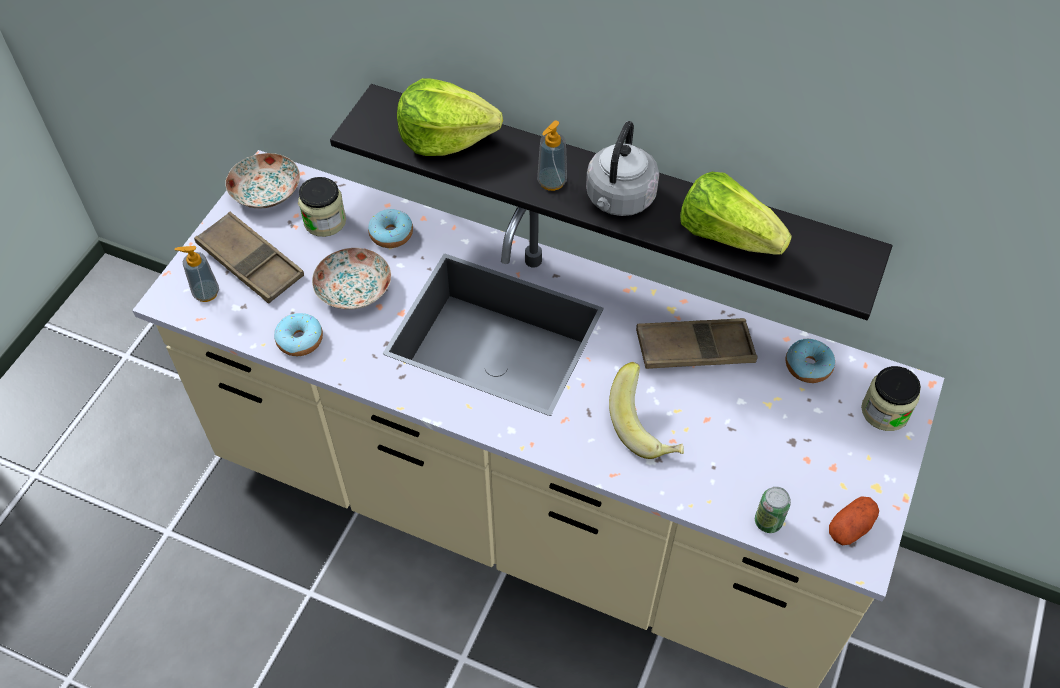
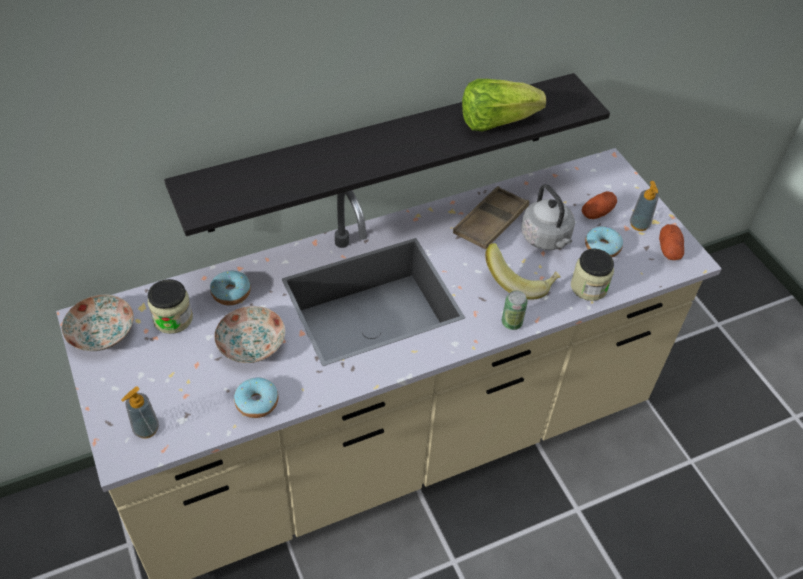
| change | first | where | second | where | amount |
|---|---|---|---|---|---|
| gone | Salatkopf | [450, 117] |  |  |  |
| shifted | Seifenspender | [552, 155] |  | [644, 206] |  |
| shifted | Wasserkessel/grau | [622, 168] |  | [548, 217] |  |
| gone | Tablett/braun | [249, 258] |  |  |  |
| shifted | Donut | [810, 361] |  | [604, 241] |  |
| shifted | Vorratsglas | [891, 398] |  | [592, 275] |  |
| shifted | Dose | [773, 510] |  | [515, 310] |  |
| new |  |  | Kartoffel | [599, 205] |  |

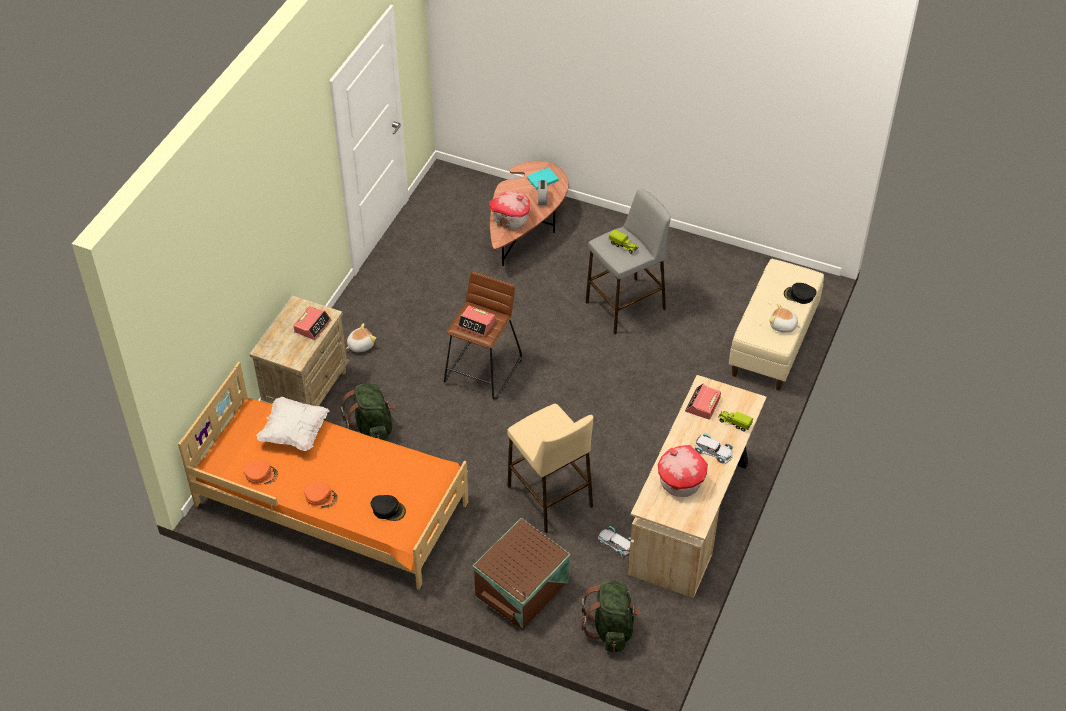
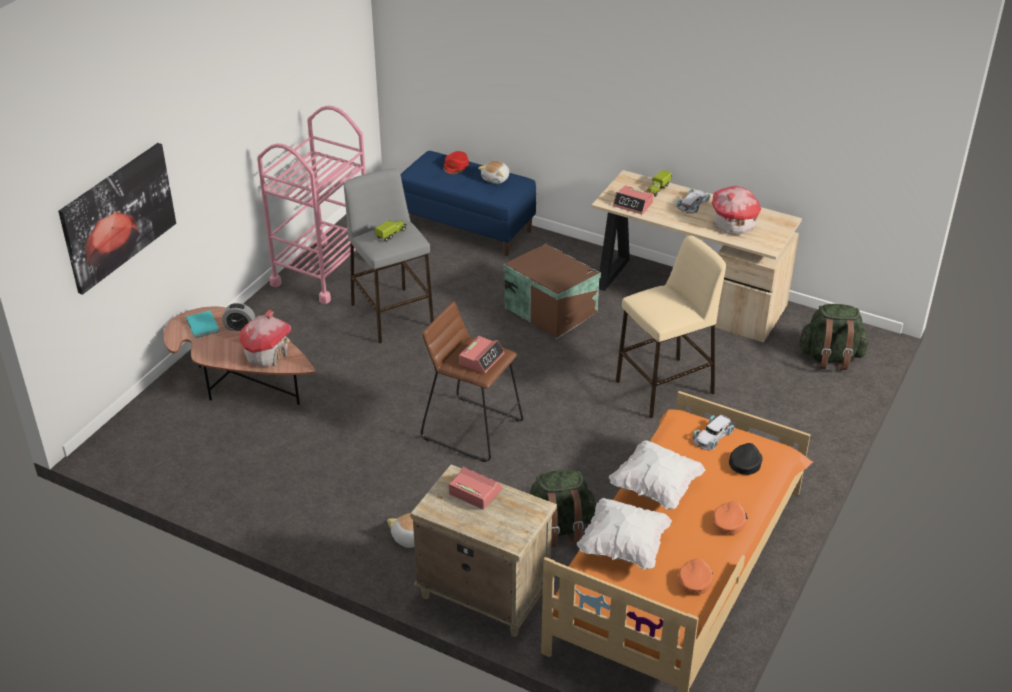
| change | first | where | second | where | amount |
|---|---|---|---|---|---|
| repainted | Bank/beige | [776, 325] | Bank/blau | [468, 203] |  |
| repainted | Kappe/schwarz | [800, 293] | Kappe/rot | [456, 162] |  |
| shifted | Aufbewahrungsbox/braun | [522, 574] |  | [552, 291] |  |
| shifted | Spielzeugauto/weiß | [614, 541] |  | [713, 433] |  |
| new |  |  | Rollwagen/rosa | [311, 205] |  |
| new |  |  | Bild | [117, 219] |  |
| new |  |  | Kissen/weiß | [657, 475] |  |

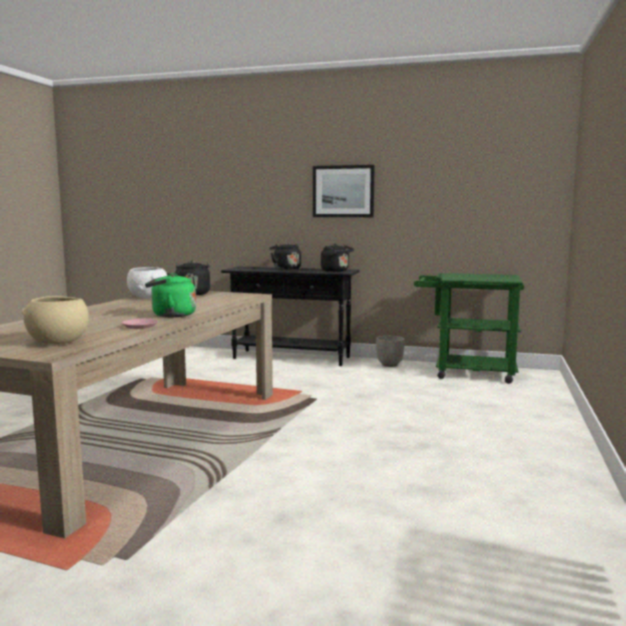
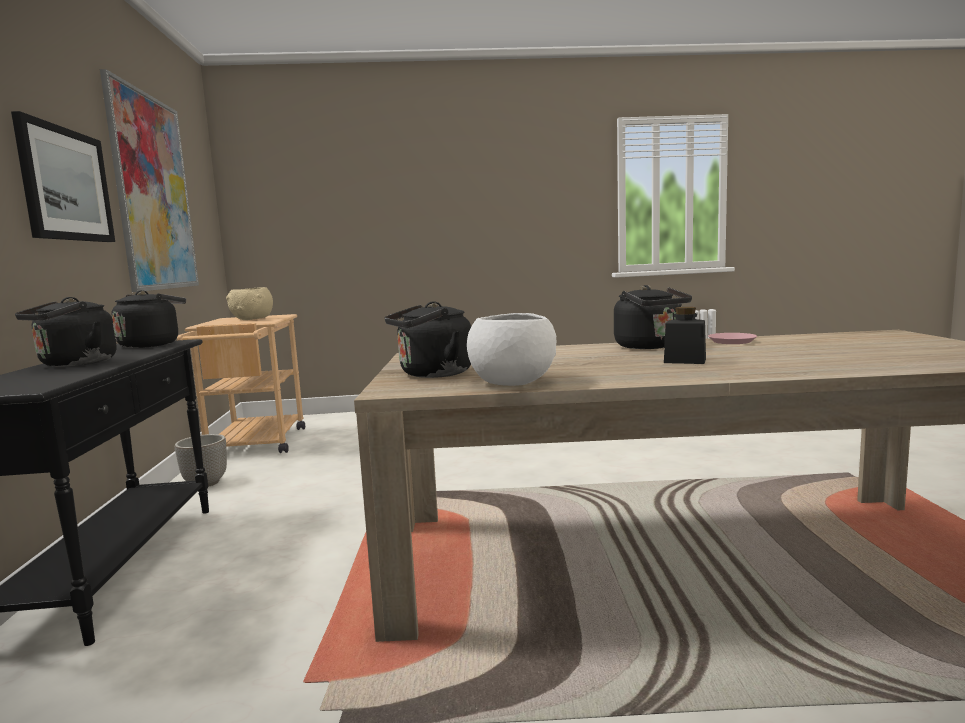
| change | first | where | second | where | amount |
|---|---|---|---|---|---|
| repainted | Wasserkessel/grün | [170, 295] | Wasserkessel/schwarz | [653, 317] |  |
| repainted | Rollwagen/grün | [469, 328] | Rollwagen/beige | [241, 383] |  |
| shifted | Schüssel/beige | [55, 320] |  | [249, 303] |  |
| new |  |  | Bild | [149, 180] |  |
| new |  |  | Vorratsglas/schwarz | [685, 335] |  |

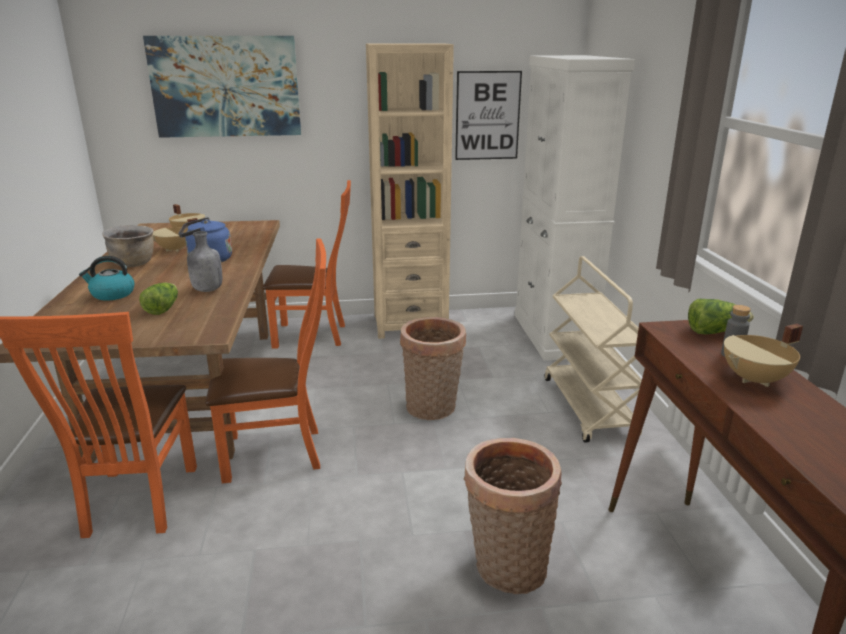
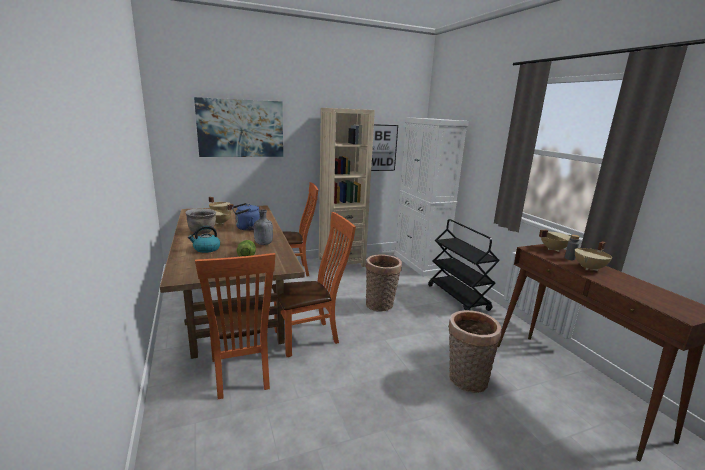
| change | first | where | second | where | amount |
|---|---|---|---|---|---|
| repainted | Rollwagen/beige | [593, 349] | Rollwagen/schwarz | [464, 265] |  |
| swapped | Salatkopf | [721, 316] | Kochtopf/beige | [555, 241] |  |

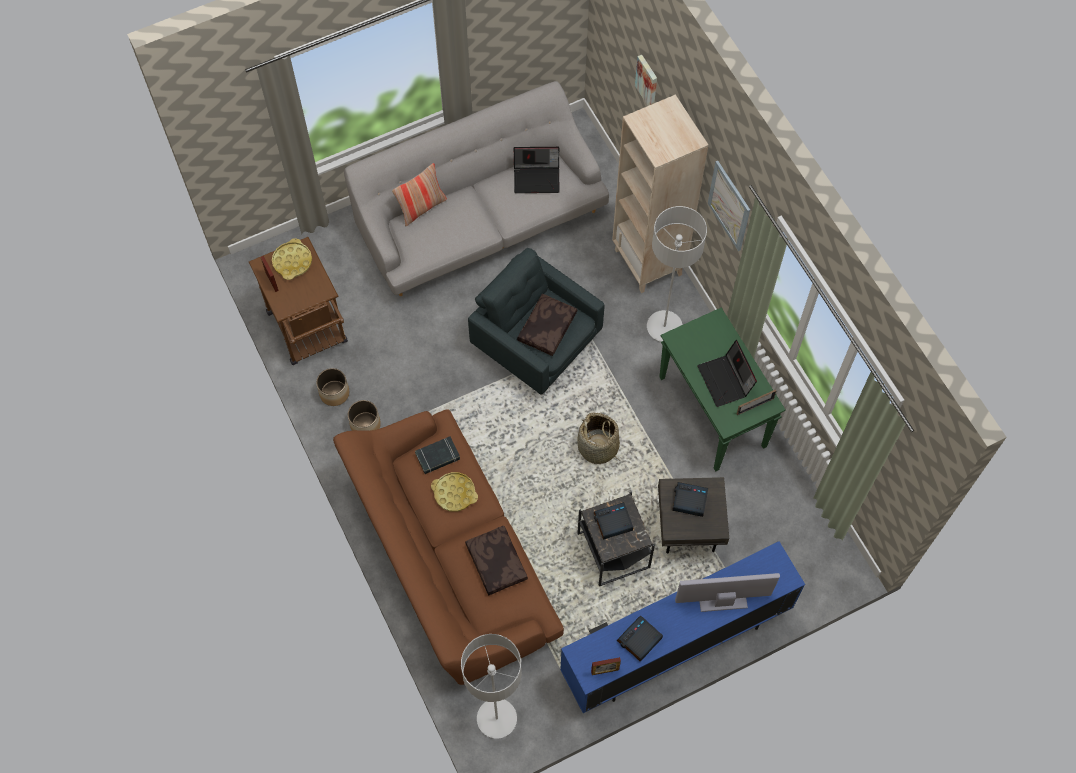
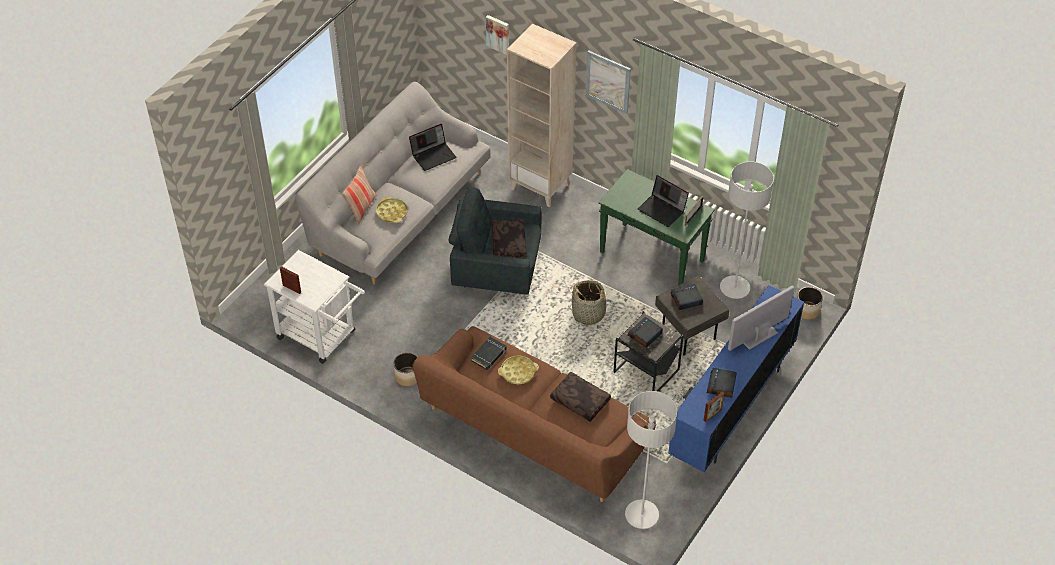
| change | first | where | second | where | amount |
|---|---|---|---|---|---|
| shifted | Stehlampe/grau | [677, 274] |  | [747, 230] |  |
| repainted | Rollwagen/braun | [298, 301] | Rollwagen/weiß | [314, 307] |  |
| shifted | Tablett/gelb | [292, 259] |  | [392, 209] |  |
| shifted | Pflanzkübel | [332, 387] |  | [810, 303] |  |

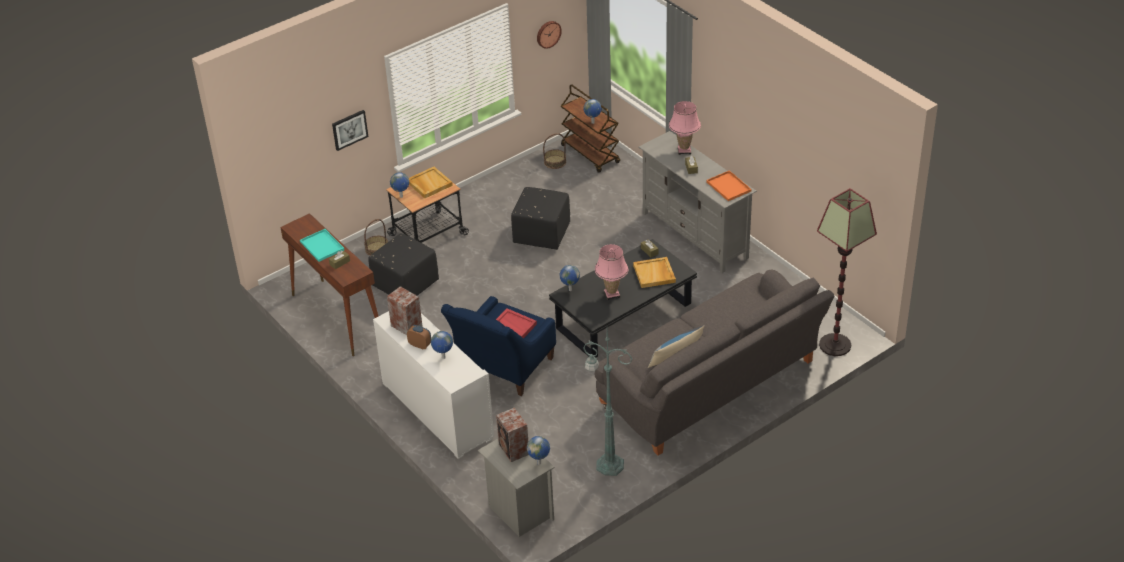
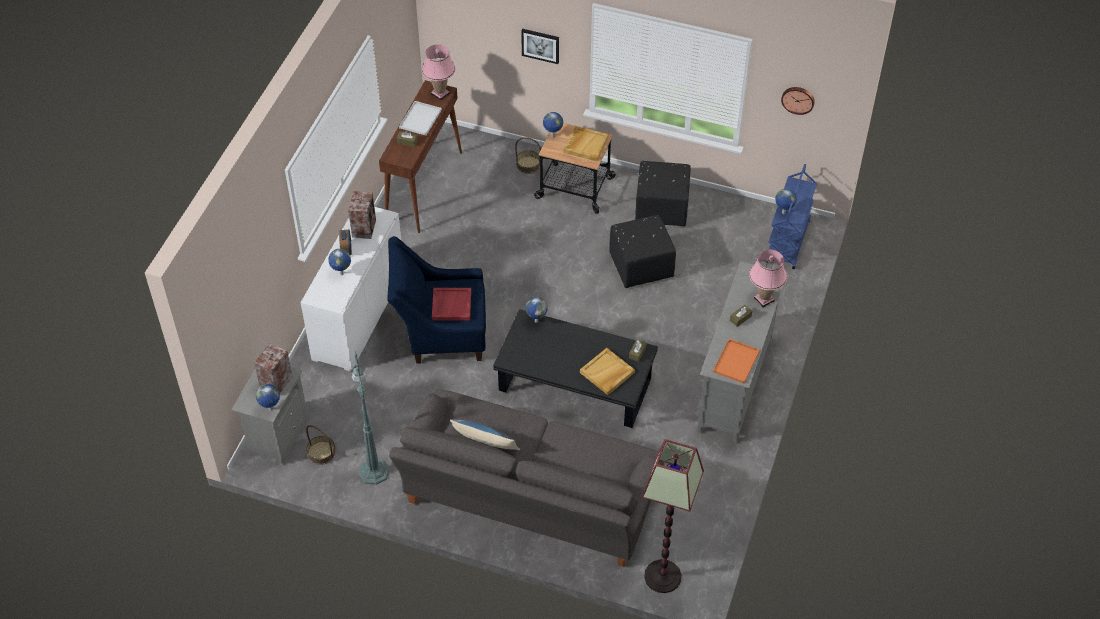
| change | first | where | second | where | amount |
|---|---|---|---|---|---|
| repainted | Rollwagen/braun | [590, 128] | Rollwagen/blau | [792, 216] |  |
| shifted | Korb | [554, 151] |  | [321, 445] |  |
| repainted | Tablett/türkis | [322, 245] | Tablett/weiß | [420, 118] |  |
| shifted | Polsterhocker/schwarz | [403, 264] |  | [662, 193] |  |
| shifted | Tischlampe/rosa | [612, 272] |  | [438, 72] |  |

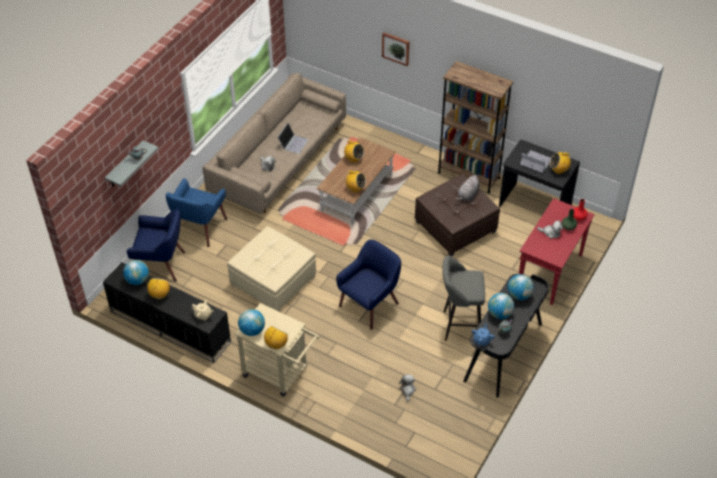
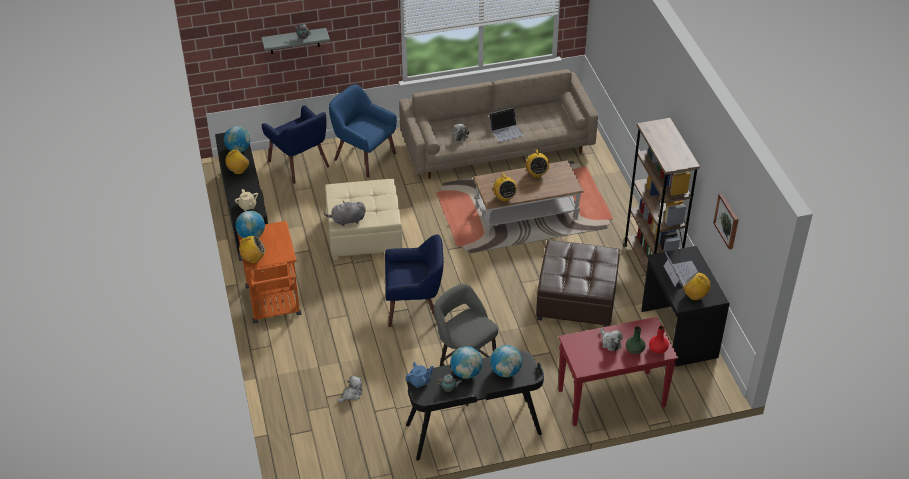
| change | first | where | second | where | amount |
|---|---|---|---|---|---|
| shifted | Bild | [396, 49] |  | [726, 221] |  |
| shifted | Plüschtier/grau | [467, 188] |  | [345, 213] |  |
| rotated | Sessel/blau | [196, 212] |  | [363, 131] | 60 degrees clockwise |
| repainted | Rollwagen/beige | [277, 350] | Rollwagen/orange | [269, 272] |  |

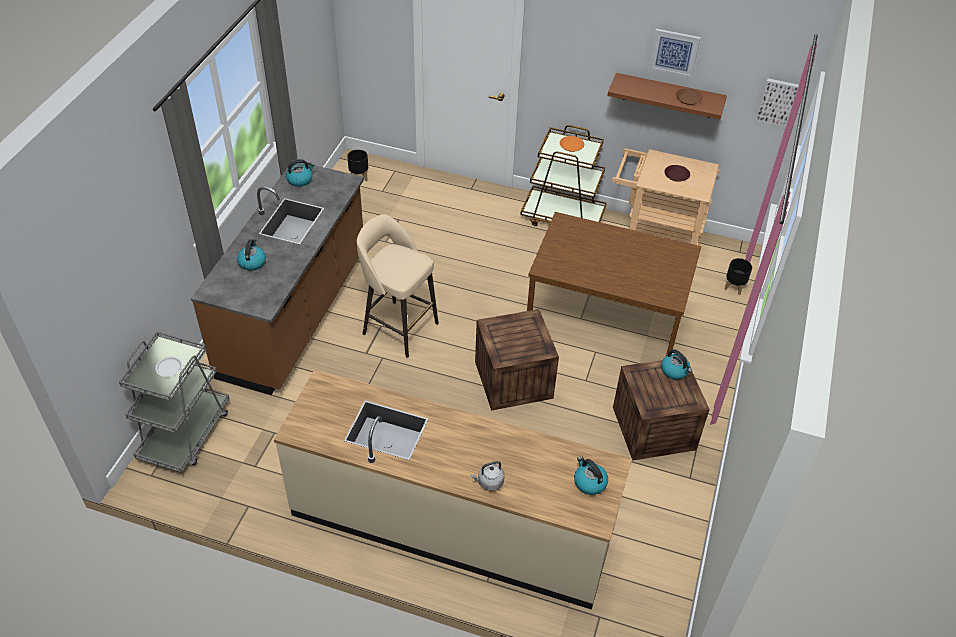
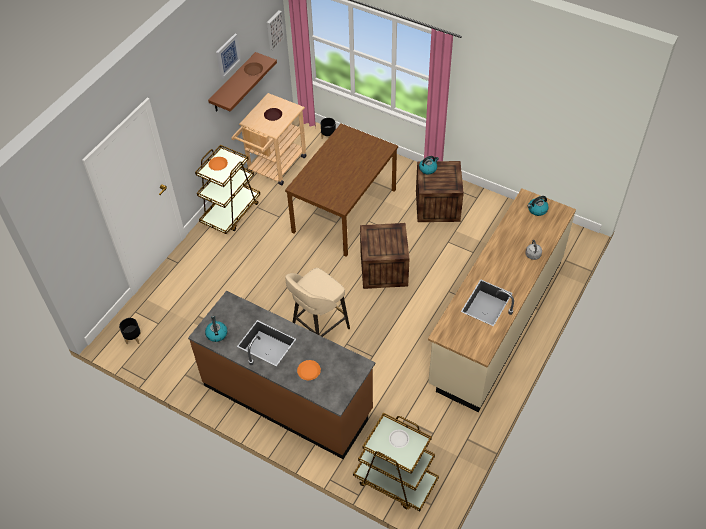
| change | first | where | second | where | amount |
|---|---|---|---|---|---|
| swapped | Wasserkessel | [251, 255] | Teller/orange | [309, 370] |  |
| repainted | Rollwagen/grau | [174, 402] | Rollwagen/braun | [396, 461] |  |

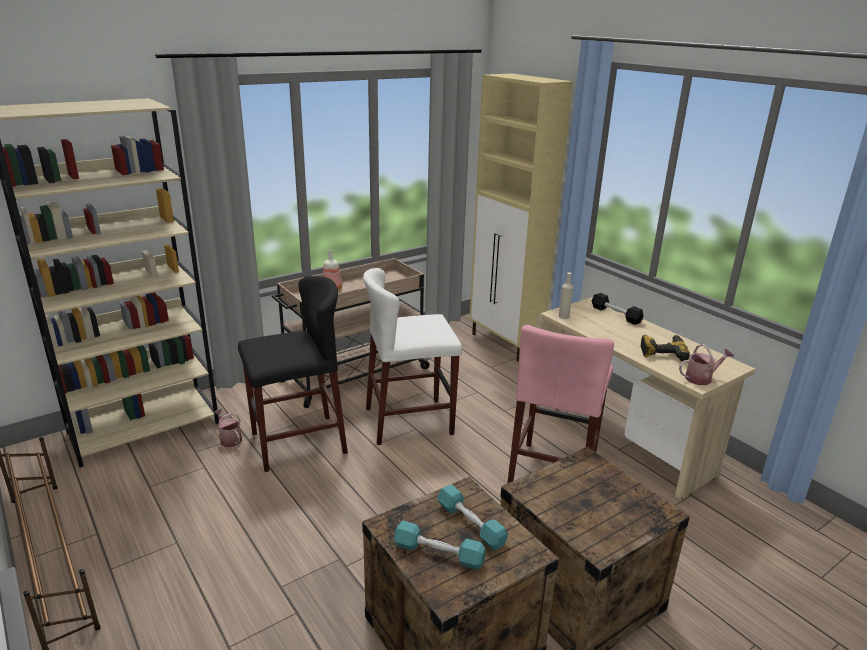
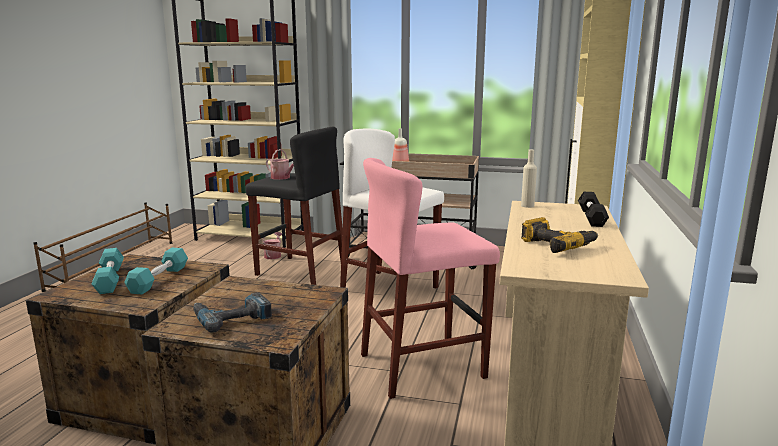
| change | first | where | second | where | amount |
|---|---|---|---|---|---|
| shifted | Gießkanne | [706, 364] |  | [280, 164] |  |
| new |  |  | Bohrmaschine | [232, 312] |  |

